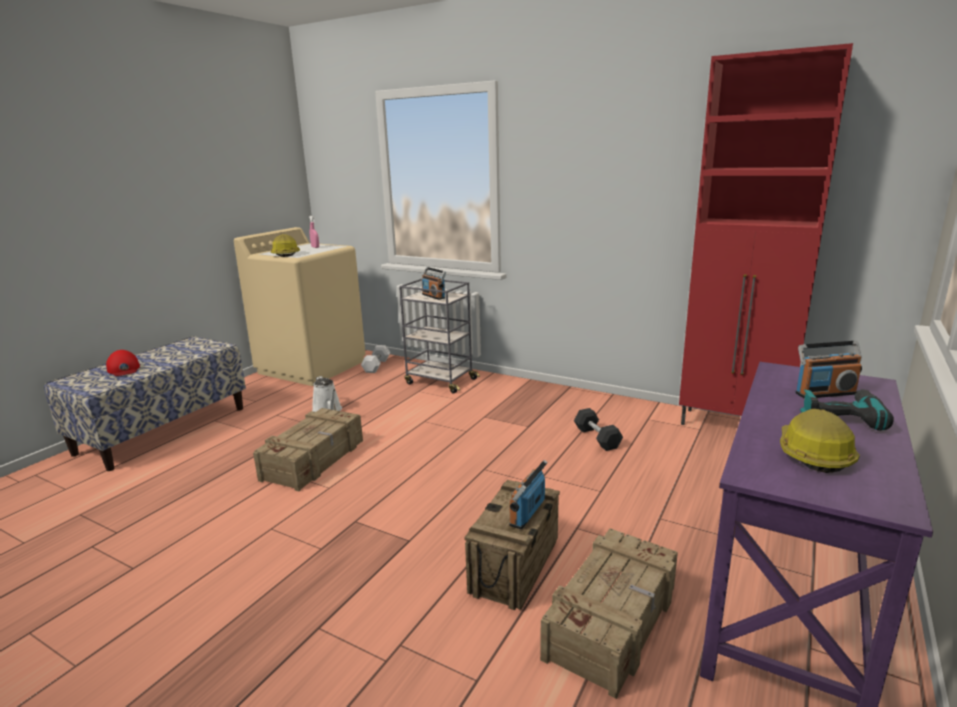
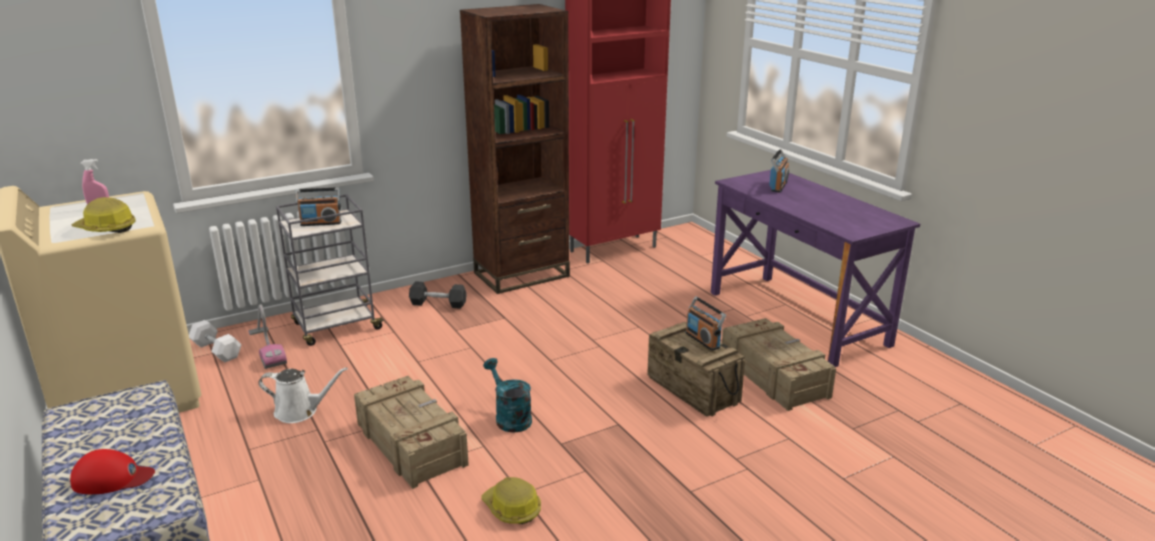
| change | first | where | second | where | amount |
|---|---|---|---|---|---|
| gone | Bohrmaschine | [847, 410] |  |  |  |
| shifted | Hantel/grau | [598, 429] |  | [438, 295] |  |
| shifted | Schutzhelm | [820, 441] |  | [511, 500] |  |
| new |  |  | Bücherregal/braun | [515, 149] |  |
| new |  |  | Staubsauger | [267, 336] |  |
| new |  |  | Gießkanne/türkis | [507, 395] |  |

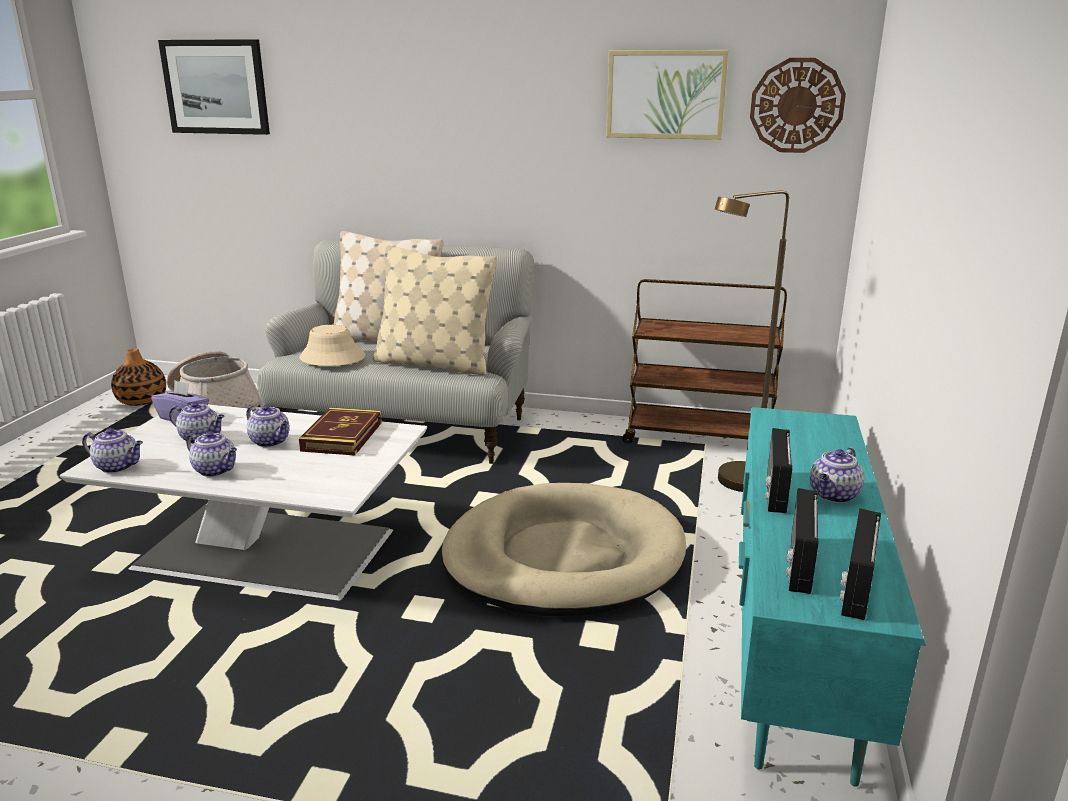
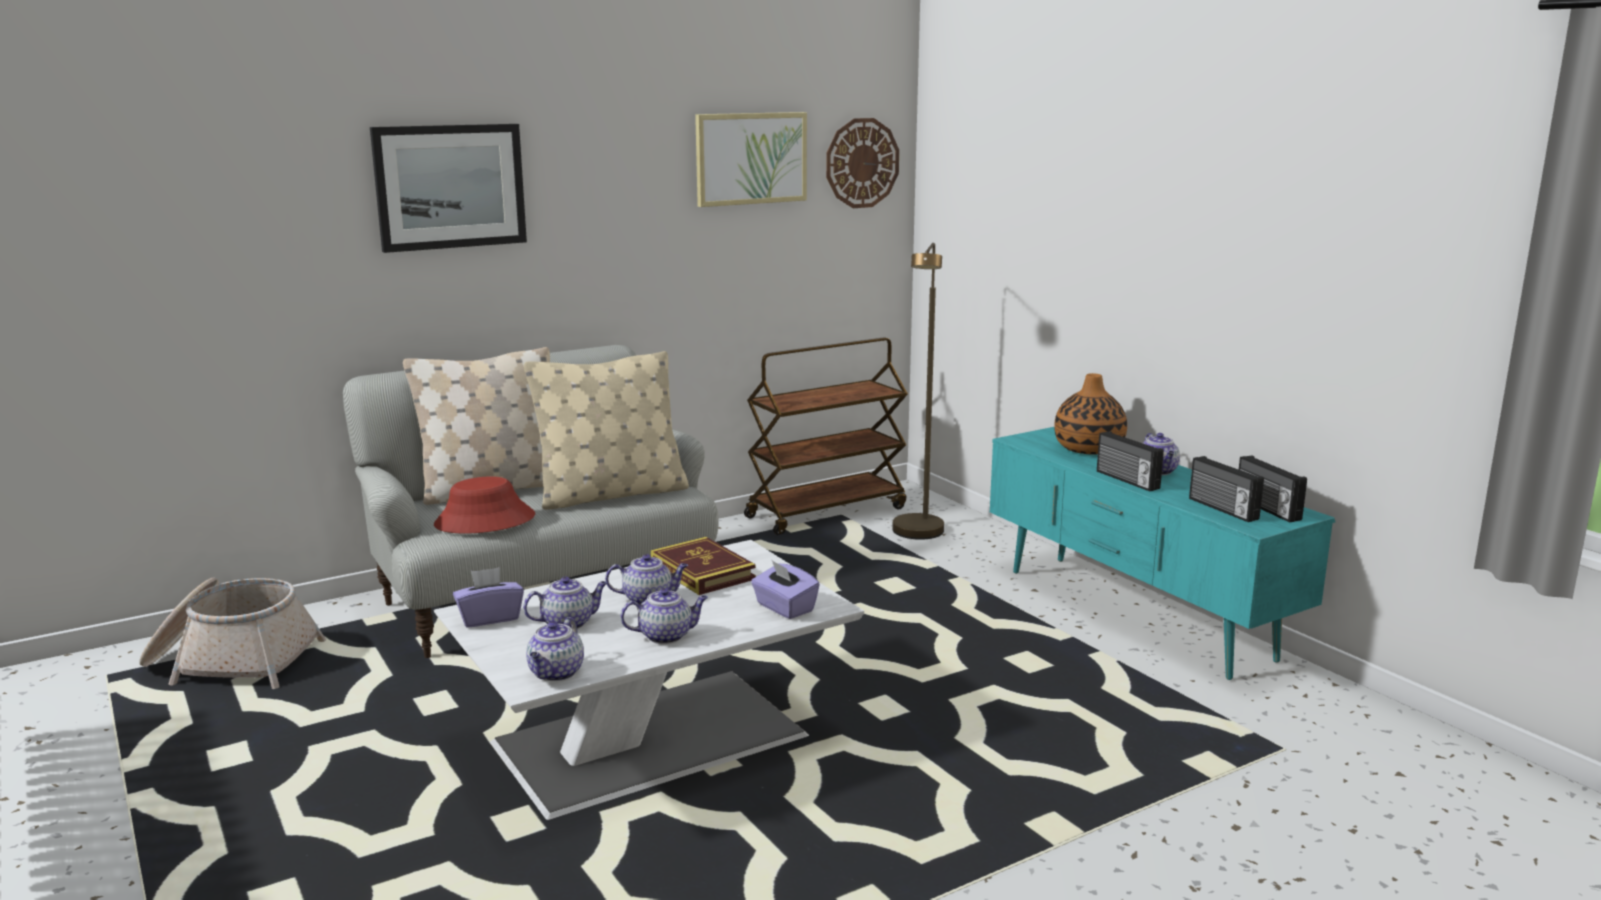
| change | first | where | second | where | amount |
|---|---|---|---|---|---|
| shifted | Bild | [214, 87] |  | [448, 188] |  |
| repainted | Hut/beige | [332, 345] | Hut/rot | [484, 505] |  |
| shifted | Vase | [138, 377] |  | [1090, 414] |  |
| rotated | Teekanne | [112, 450] |  | [555, 649] | 135 degrees clockwise |
| gone | Hundebett/beige | [563, 549] |  |  |  |
| new |  |  | Taschentuchbox/lila | [785, 589] |  |

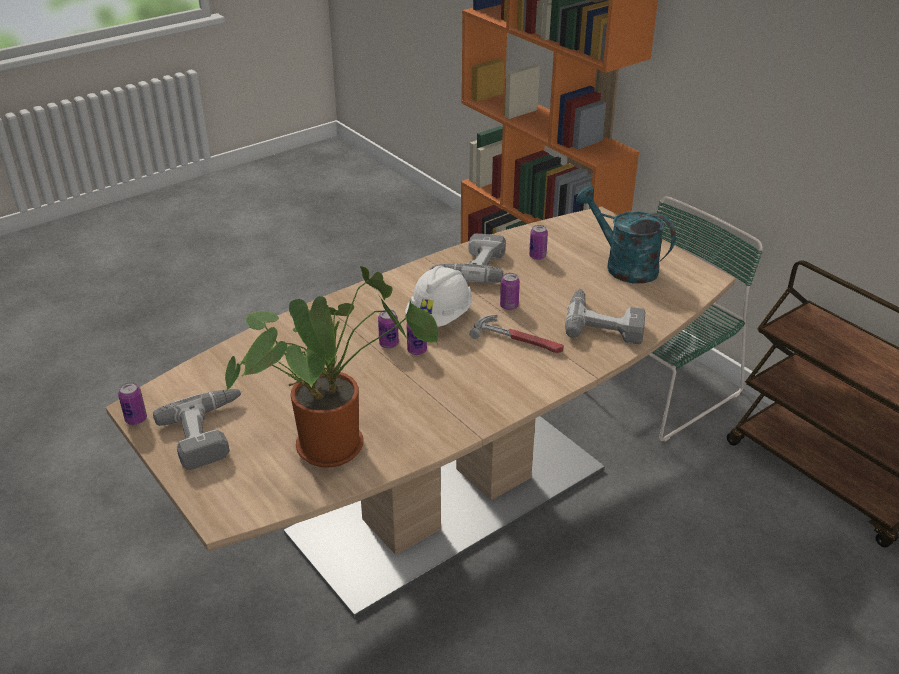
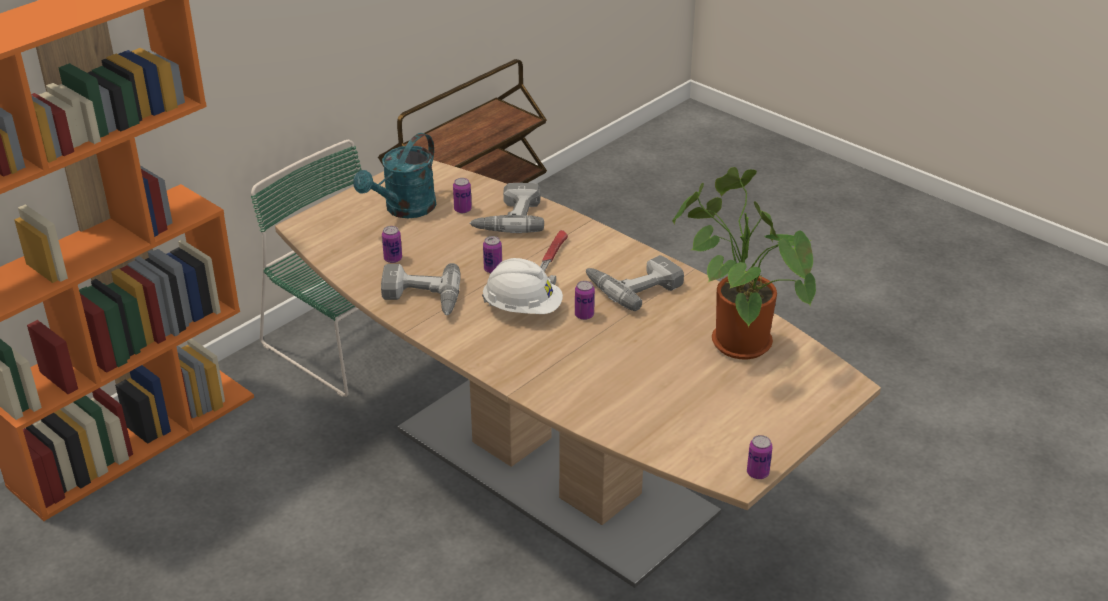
| change | first | where | second | where | amount |
|---|---|---|---|---|---|
| shifted | Dose | [388, 329] |  | [462, 195] |  |
| shifted | Bohrmaschine | [197, 429] |  | [635, 283] |  |

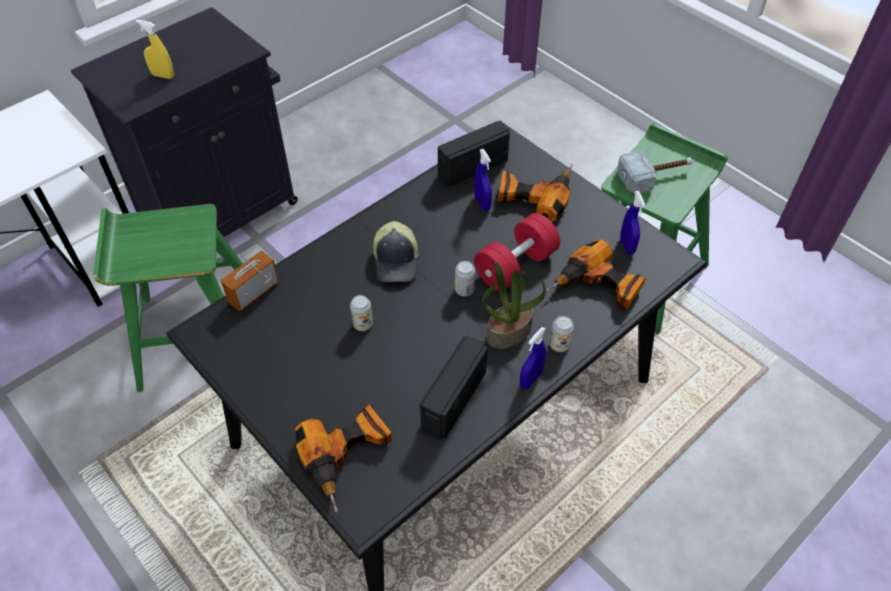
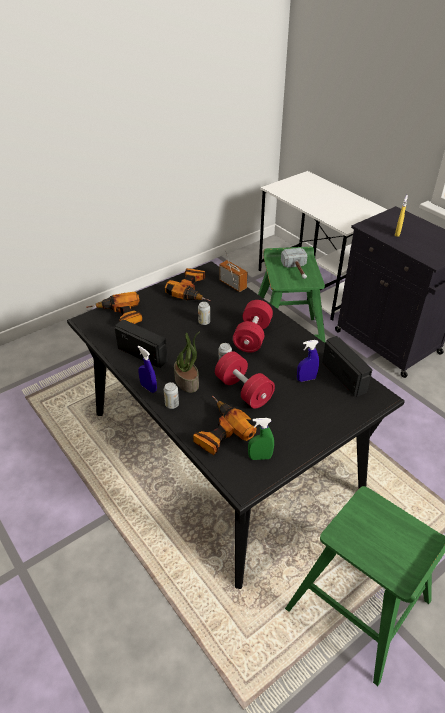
| change | first | where | second | where | amount |
|---|---|---|---|---|---|
| shifted | Hammer | [655, 172] |  | [294, 263] |  |
| shifted | Bohrmaschine | [535, 193] |  | [188, 284] |  |
| repainted | Sprühflasche/blau | [632, 223] | Sprühflasche/grün | [261, 439] |  |
| swapped | Kappe | [396, 251] | Hantel/rot | [253, 326] |  |

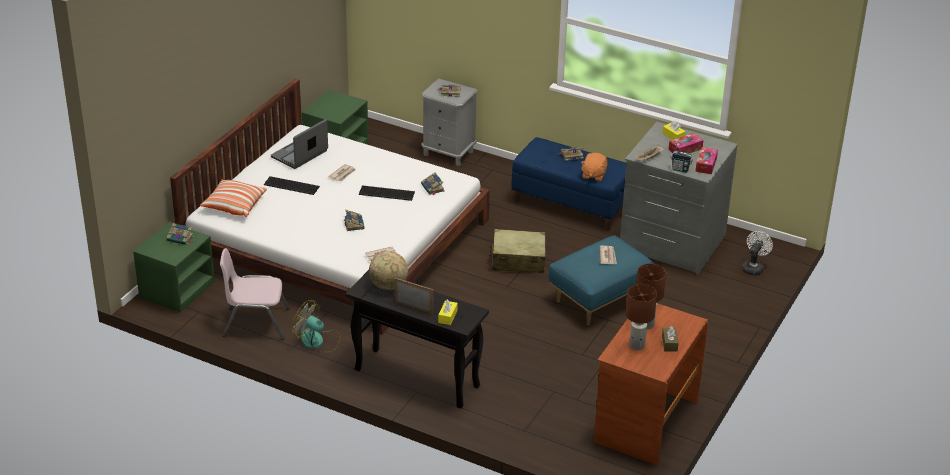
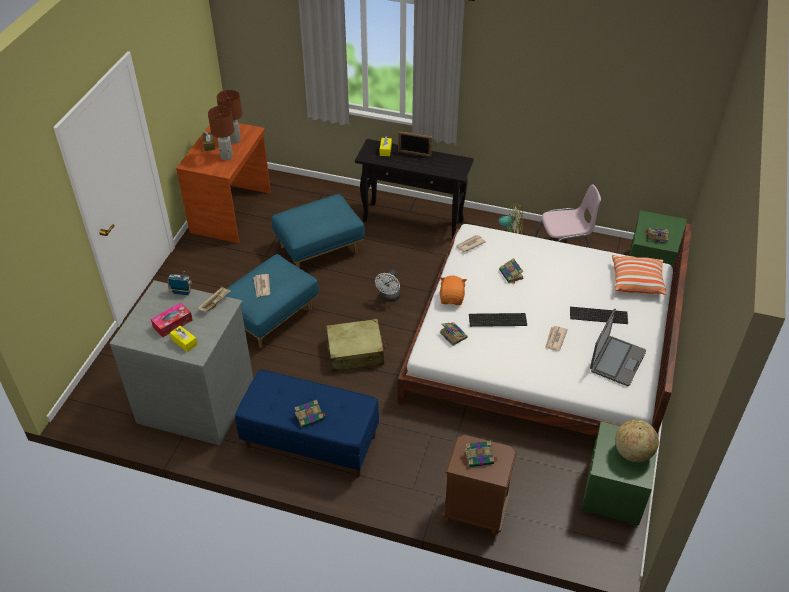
| change | first | where | second | where | amount |
|---|---|---|---|---|---|
| repainted | Nachttisch/grau | [449, 122] | Nachttisch/braun | [479, 485] |  |
| gone | Taschentuchbox | [706, 160] |  |  |  |
| shifted | Plüschtier/orange | [594, 167] |  | [453, 290] |  |
| shifted | Ventilator/weiß | [757, 253] |  | [388, 286] |  |
| shifted | Globus | [388, 270] |  | [637, 441] |  |
| new |  |  | Polsterhocker/blau | [318, 231] |  |

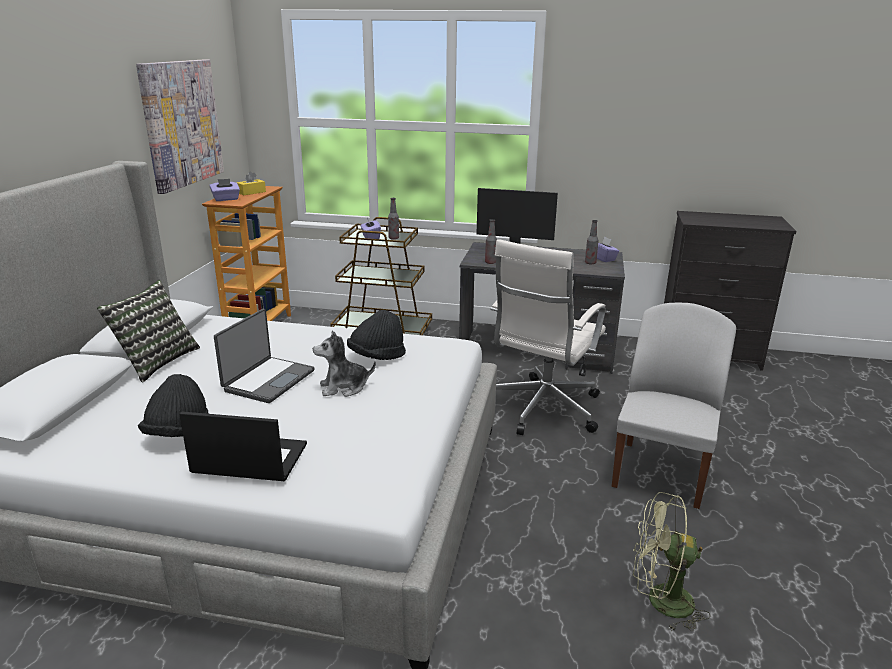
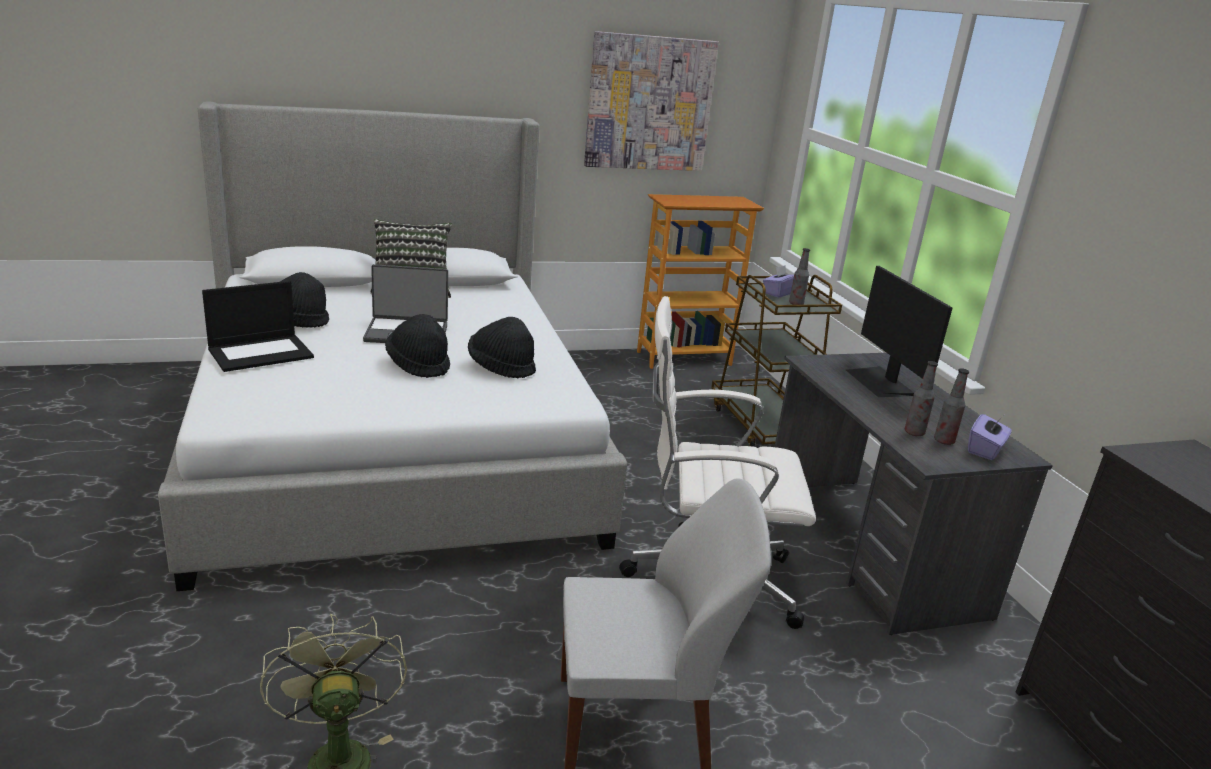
| change | first | where | second | where | amount |
|---|---|---|---|---|---|
| gone | Taschentuchbox/gelb | [251, 183] |  |  |  |
| gone | Taschentuchbox/lila | [225, 190] |  |  |  |
| shifted | Flasche | [491, 241] |  | [921, 398] |  |
| swapped | Plüschtier | [344, 363] | Hut/schwarz | [417, 346] |  |
| rotated | Laptop | [243, 446] |  | [258, 326] | 75 degrees clockwise |

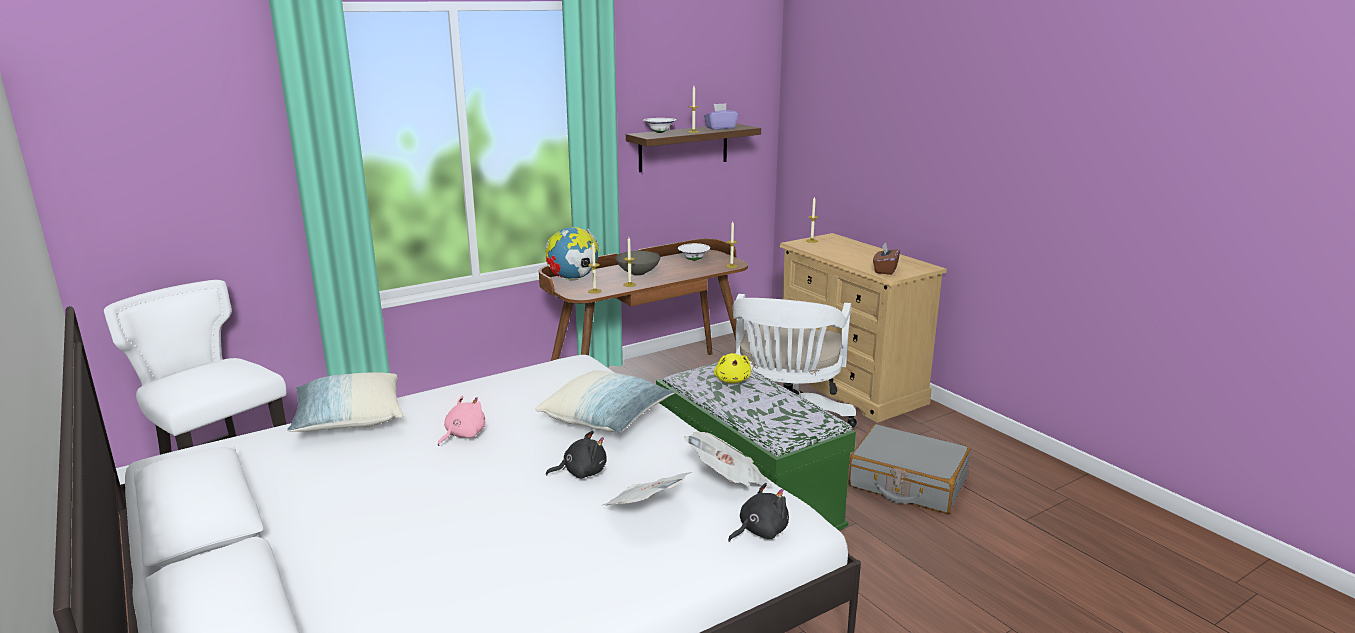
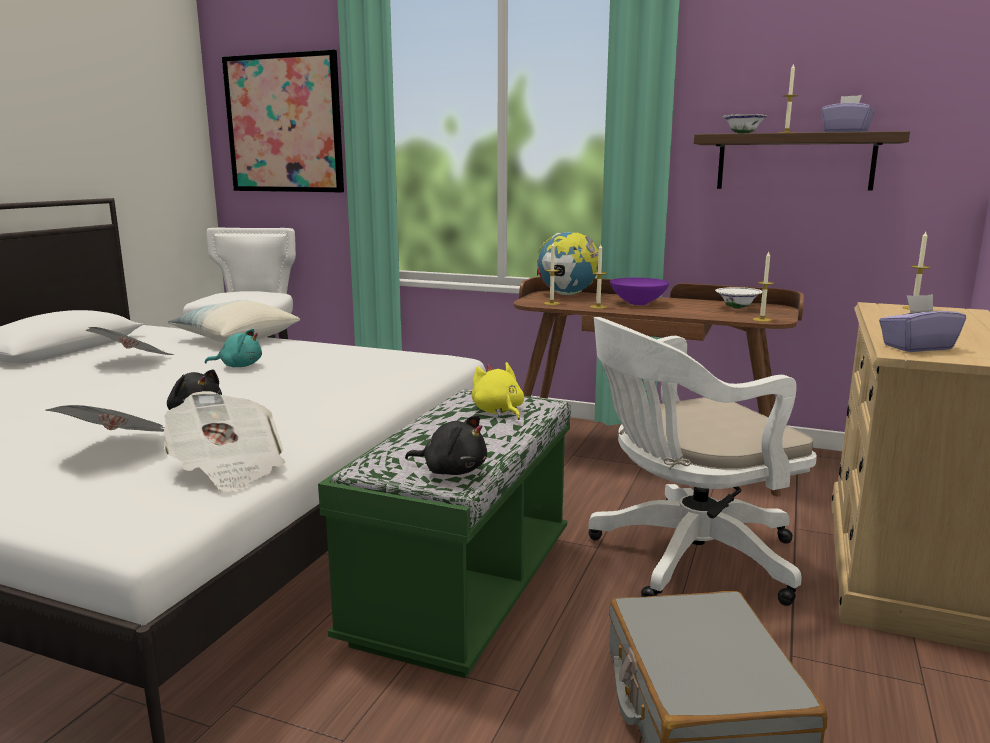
| change | first | where | second | where | amount |
|---|---|---|---|---|---|
| repainted | Taschentuchbox/braun | [886, 258] | Taschentuchbox/lila | [922, 323] |  |
| repainted | Schüssel/grau | [638, 263] | Schüssel/lila | [639, 291] |  |
| rotated | Plüschtier/gelb | [732, 368] |  | [498, 391] | 105 degrees clockwise |
| gone | Kissen | [605, 401] |  |  |  |
| repainted | Plüschtier/rosa | [461, 420] | Plüschtier/türkis | [233, 348] |  |
| shifted | Plüschtier/schwarz | [758, 512] |  | [446, 445] |  |
| new |  |  | Bild | [283, 120] |  |
| new |  |  | Zeitung | [130, 341] |  |

